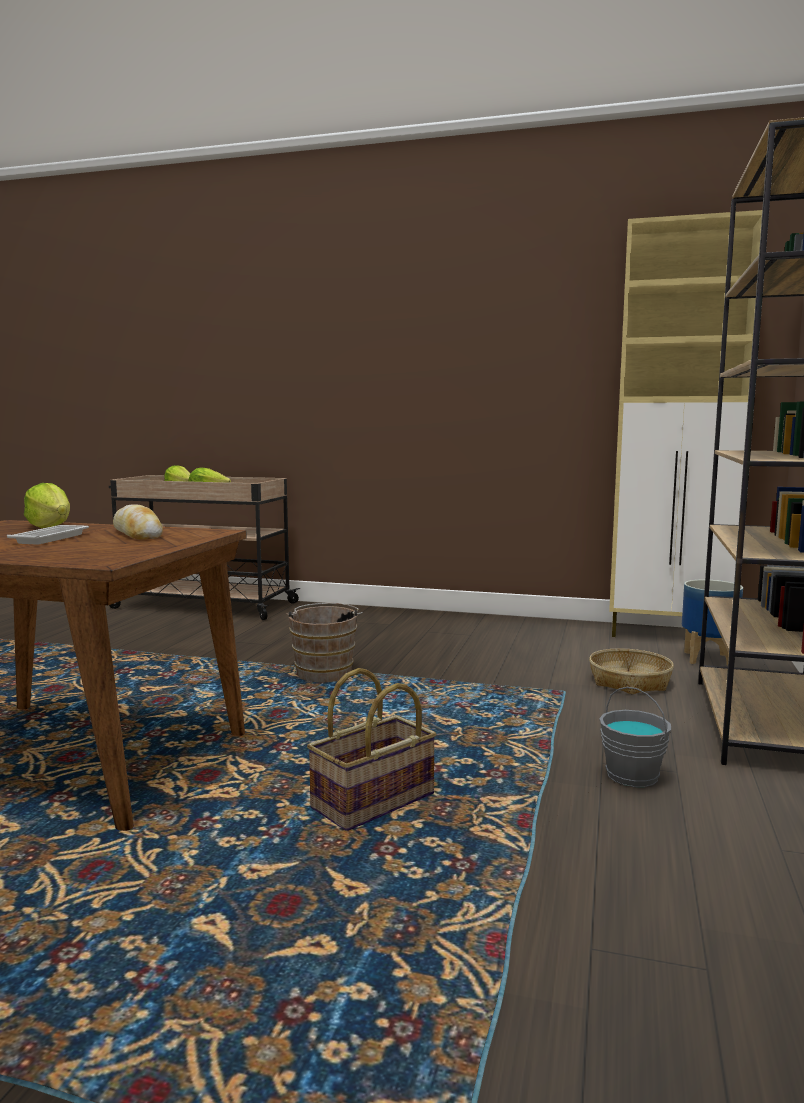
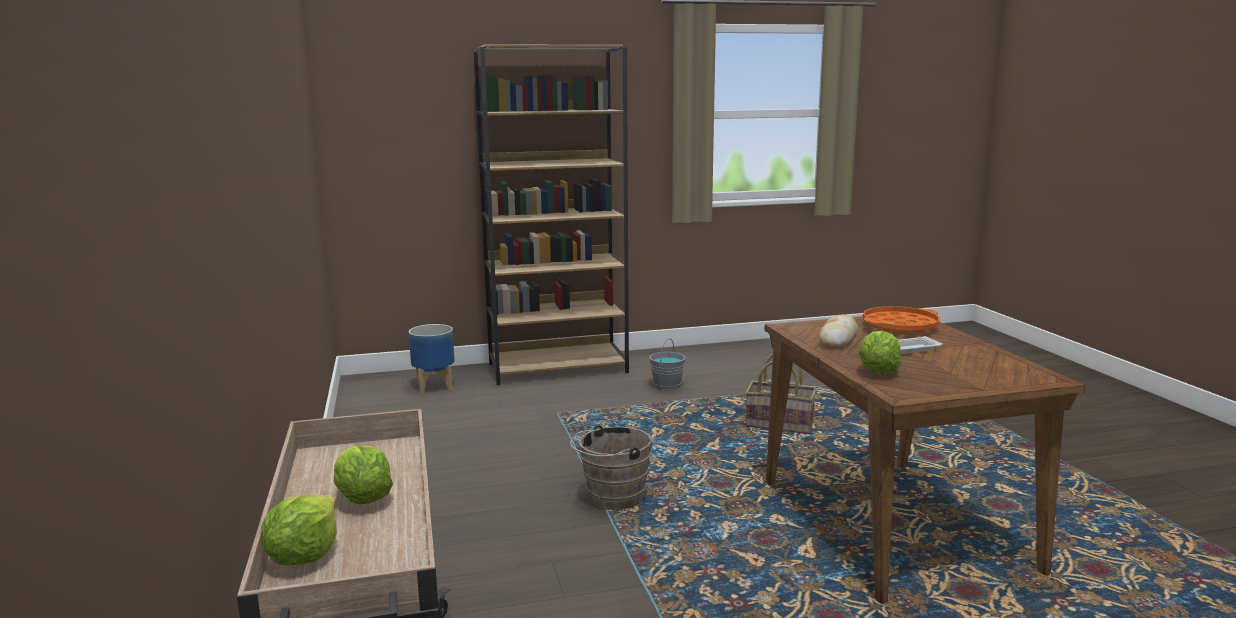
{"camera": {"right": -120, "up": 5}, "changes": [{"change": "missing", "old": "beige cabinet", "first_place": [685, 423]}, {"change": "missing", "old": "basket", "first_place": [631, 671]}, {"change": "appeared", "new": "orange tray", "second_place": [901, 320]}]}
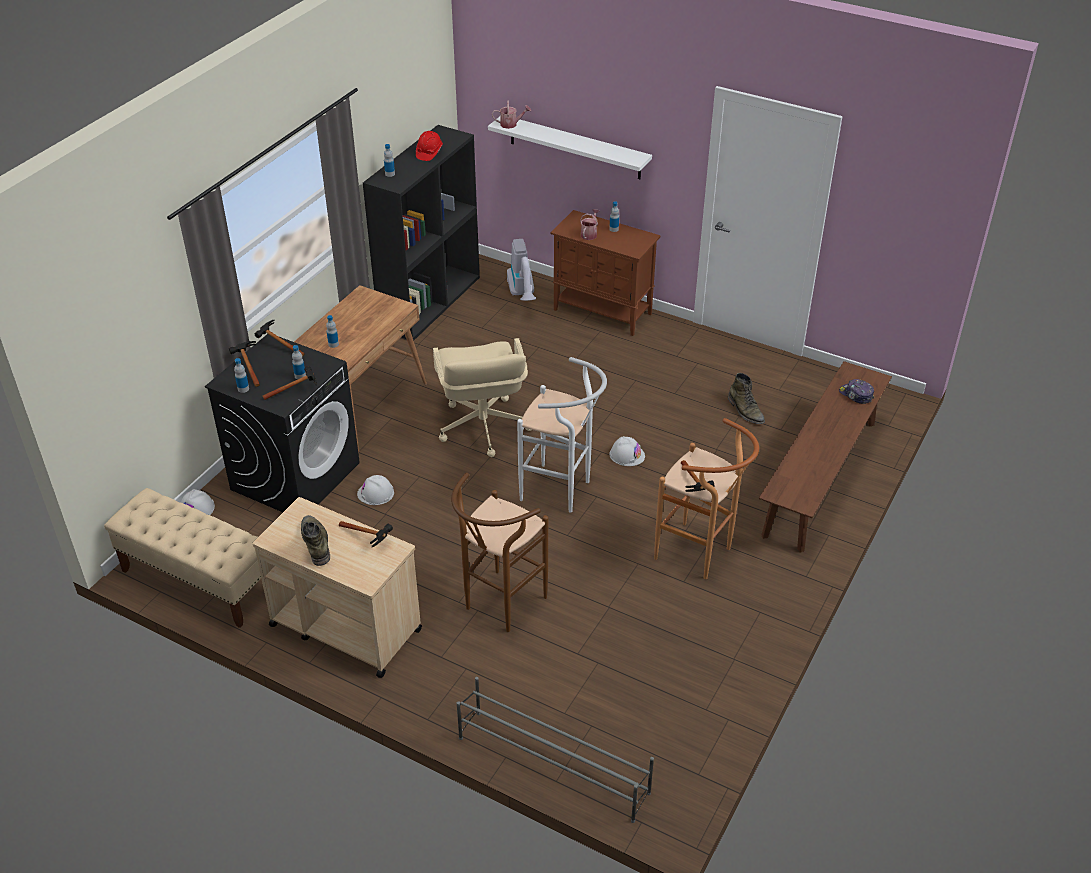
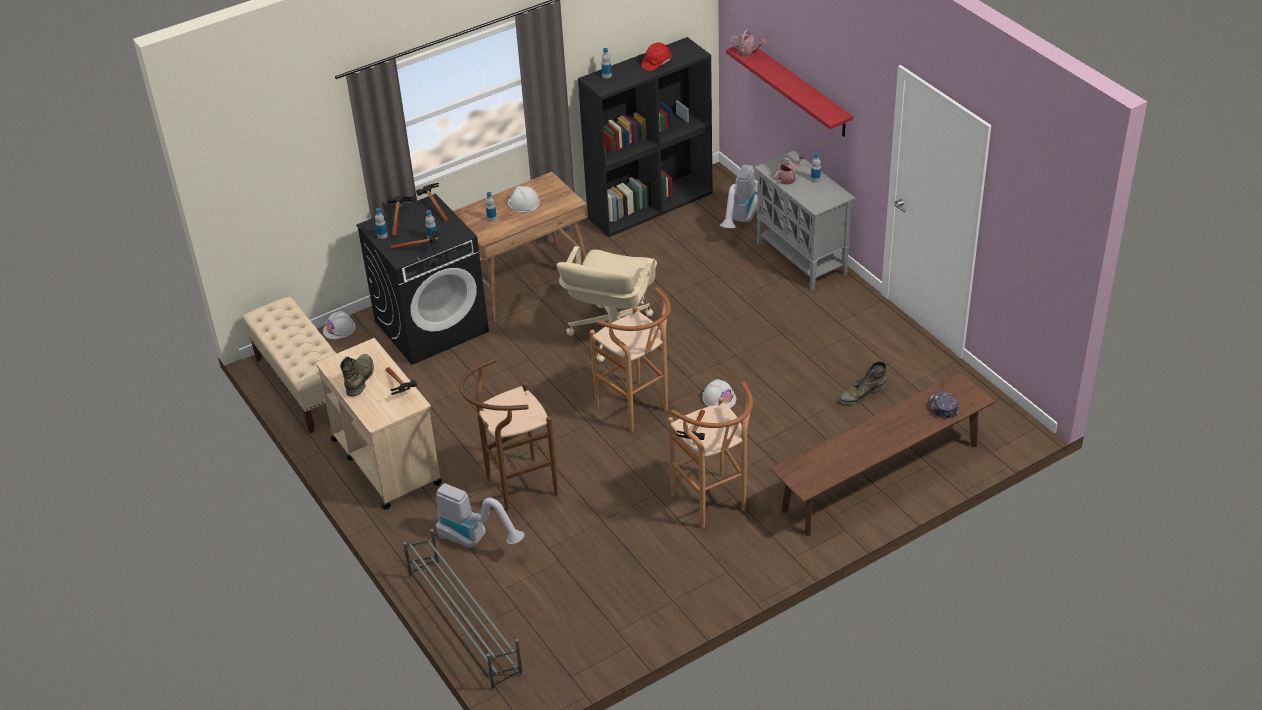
{"camera": {"right": 30, "up": 0}, "changes": [{"change": "colour", "old": "white shelf", "new": "red shelf", "first_place": [570, 147], "second_place": [789, 91]}, {"change": "colour", "old": "brown cabinet", "new": "grey cabinet", "first_place": [606, 273], "second_place": [804, 220]}, {"change": "colour", "old": "white stool", "new": "brown stool", "first_place": [562, 434], "second_place": [630, 359]}, {"change": "spun", "old": "green boot", "first_place": [746, 398], "second_place": [862, 383], "degrees": 60}, {"change": "relocated", "old": "white hard hat", "first_place": [375, 490], "second_place": [524, 199]}, {"change": "appeared", "new": "vacuum cleaner", "second_place": [480, 515]}]}
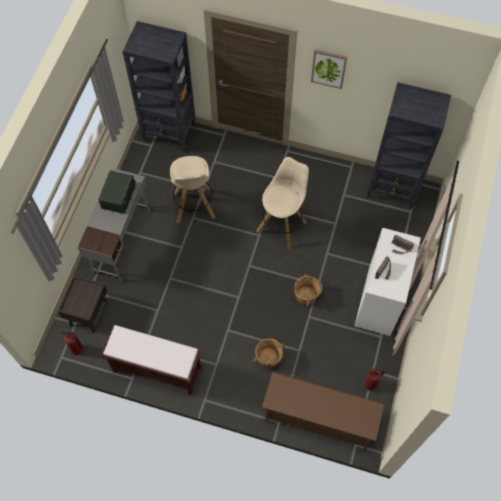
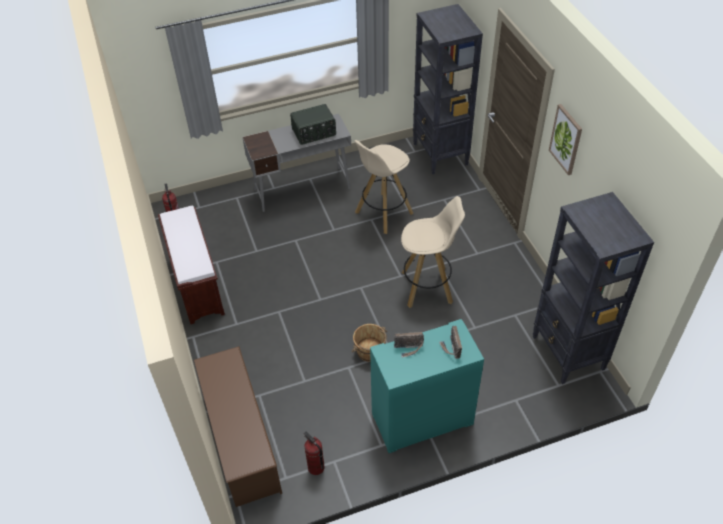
{"camera": {"right": 55, "up": -15}, "changes": [{"change": "colour", "old": "white cabinet", "new": "turquoise cabinet", "first_place": [388, 282], "second_place": [427, 386]}, {"change": "missing", "old": "brown nightstand", "first_place": [83, 304]}, {"change": "missing", "old": "brown bucket", "first_place": [269, 353]}]}
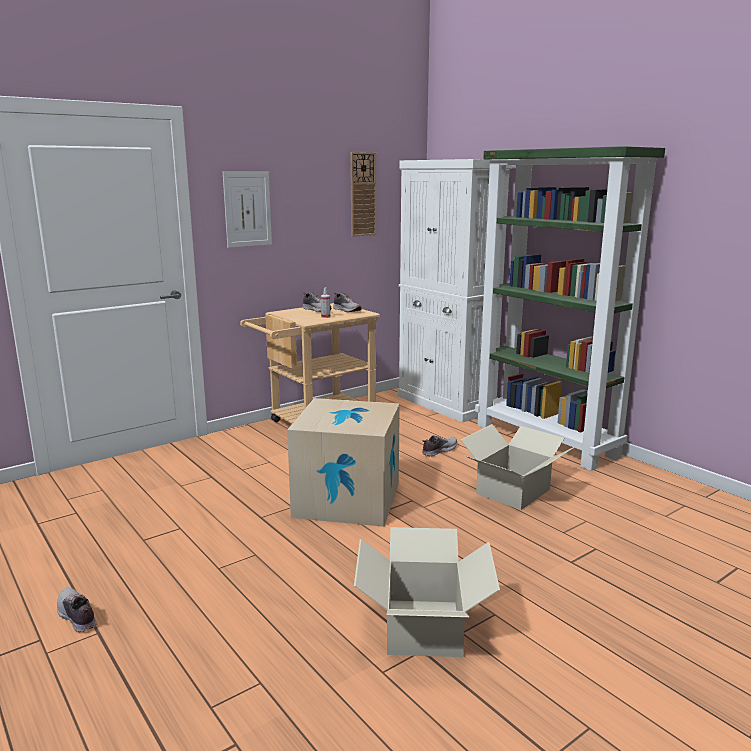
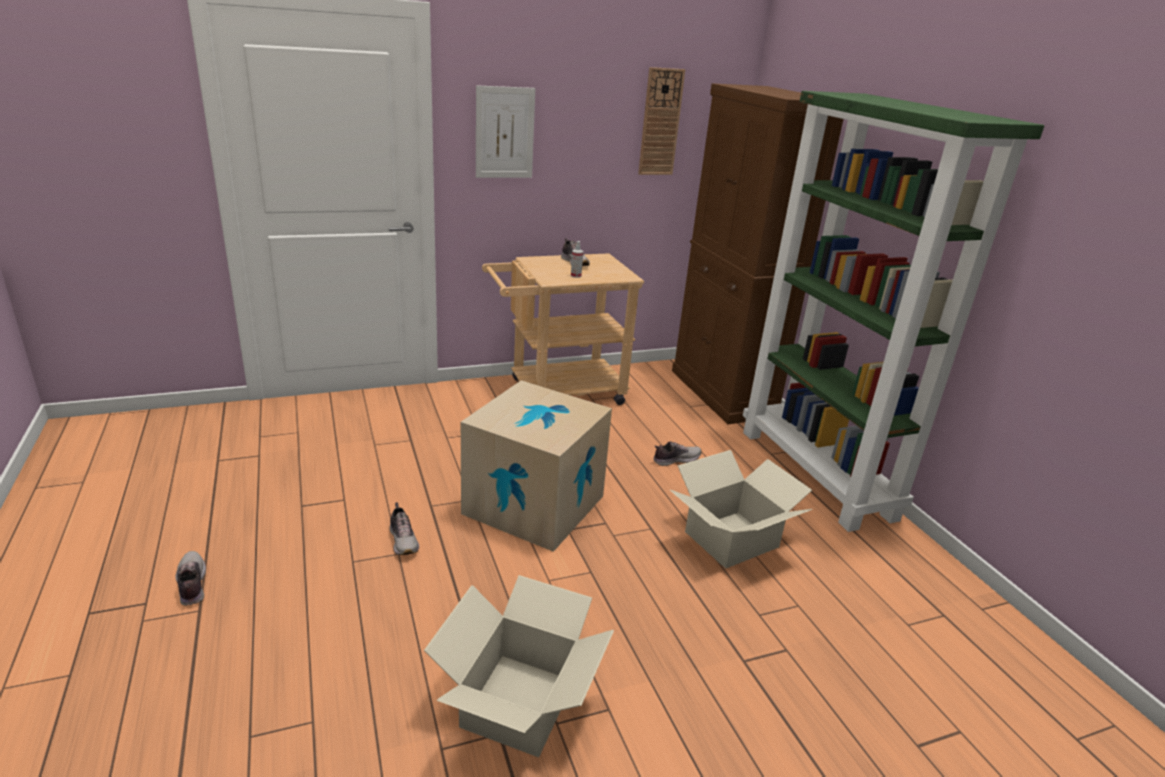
{"camera": {"right": 15, "up": 10}, "changes": [{"change": "colour", "old": "white cabinet", "new": "brown cabinet", "first_place": [455, 291], "second_place": [757, 253]}, {"change": "relocated", "old": "shoe", "first_place": [347, 302], "second_place": [404, 528]}]}
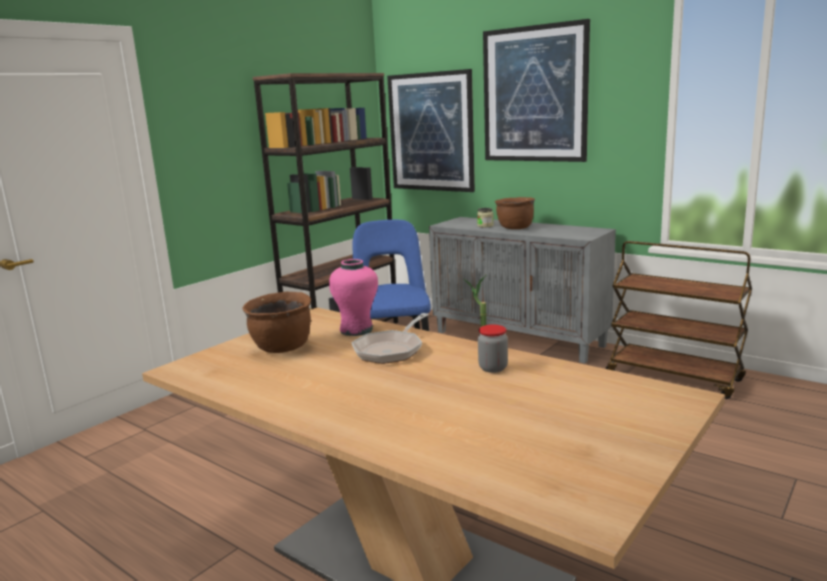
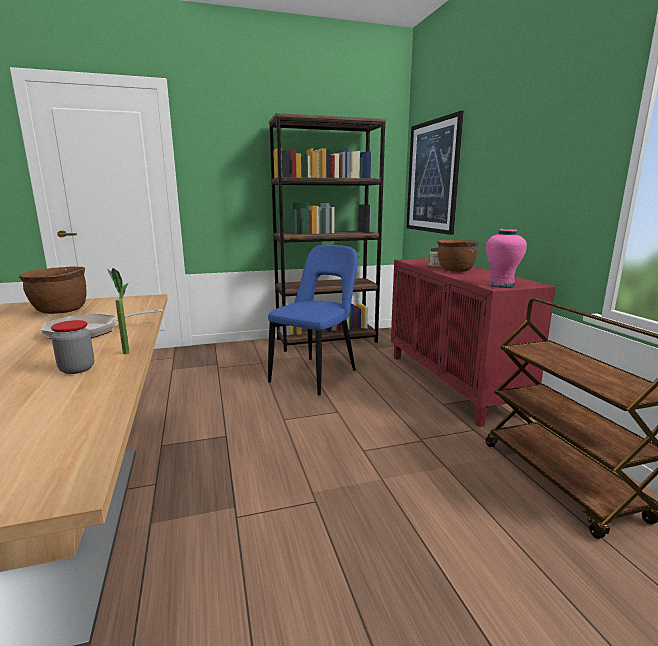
{"camera": {"right": 35, "up": 0}, "changes": [{"change": "missing", "old": "picture", "first_place": [536, 90]}, {"change": "colour", "old": "grey cabinet", "new": "red cabinet", "first_place": [522, 290], "second_place": [473, 342]}, {"change": "relocated", "old": "pink vase", "first_place": [353, 297], "second_place": [506, 258]}]}
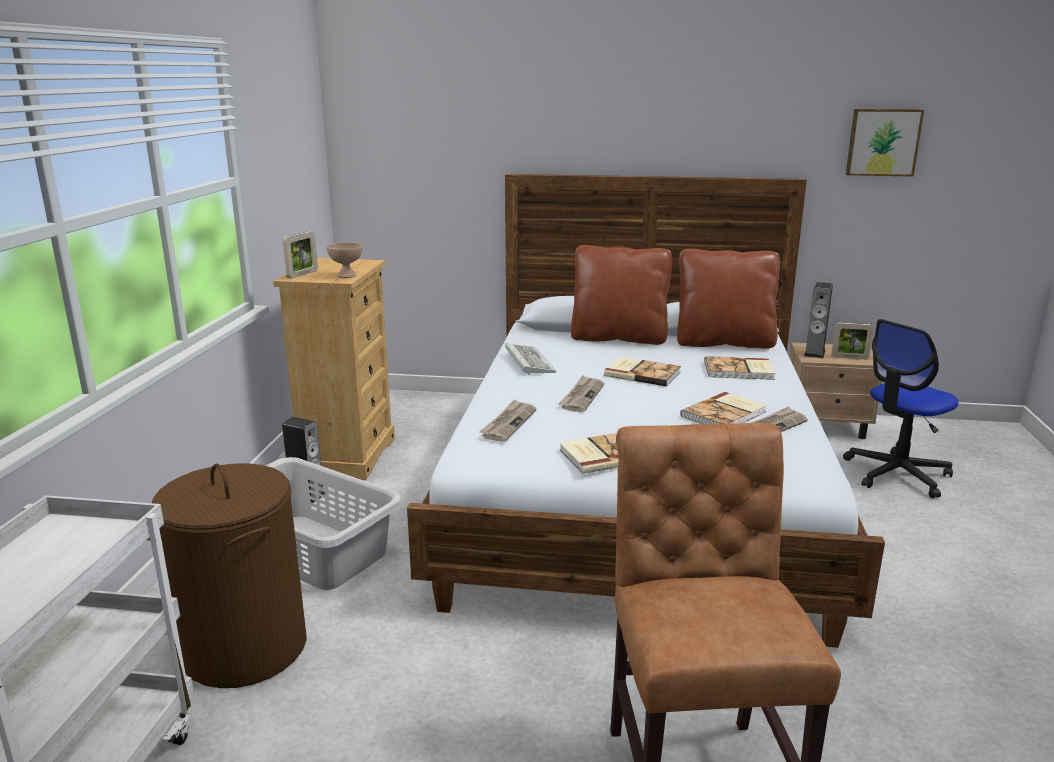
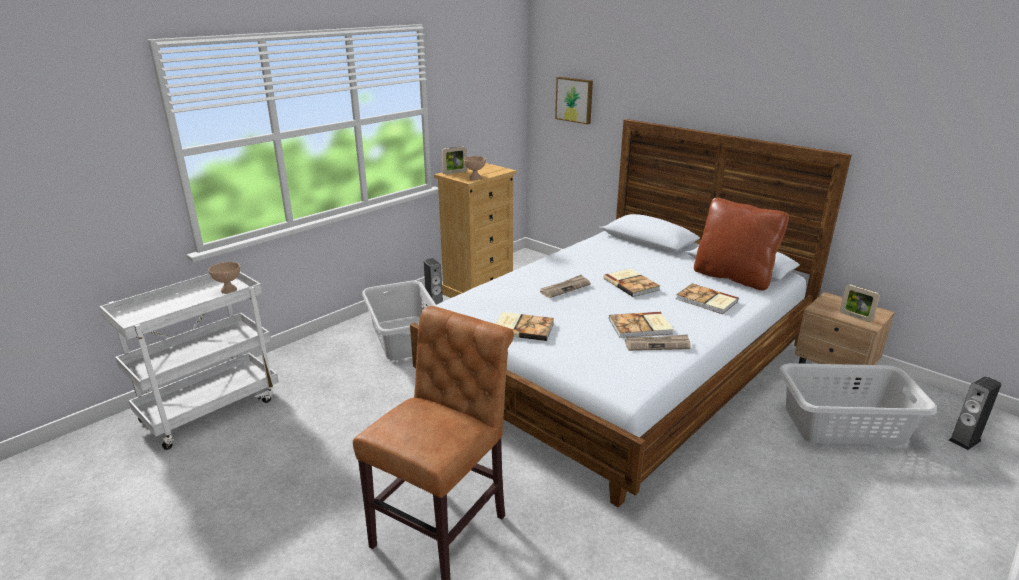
{"camera": {"right": 35, "up": 5}, "changes": [{"change": "relocated", "old": "picture", "first_place": [885, 142], "second_place": [574, 100]}, {"change": "missing", "old": "brown pillow", "first_place": [621, 295]}, {"change": "relocated", "old": "speaker", "first_place": [818, 320], "second_place": [975, 413]}, {"change": "exchanged", "old": "office chair", "new": "grey laundry basket", "first_place": [901, 408], "second_place": [857, 404]}, {"change": "missing", "old": "keyboard", "first_place": [530, 359]}, {"change": "missing", "old": "newspaper", "first_place": [508, 420]}, {"change": "missing", "old": "brown laundry basket", "first_place": [229, 575]}, {"change": "appeared", "new": "beige bowl", "second_place": [224, 278]}]}
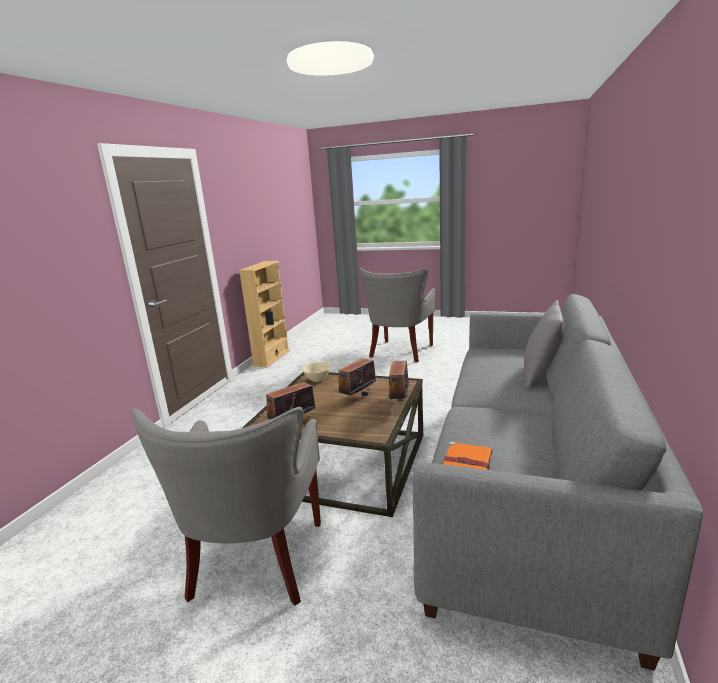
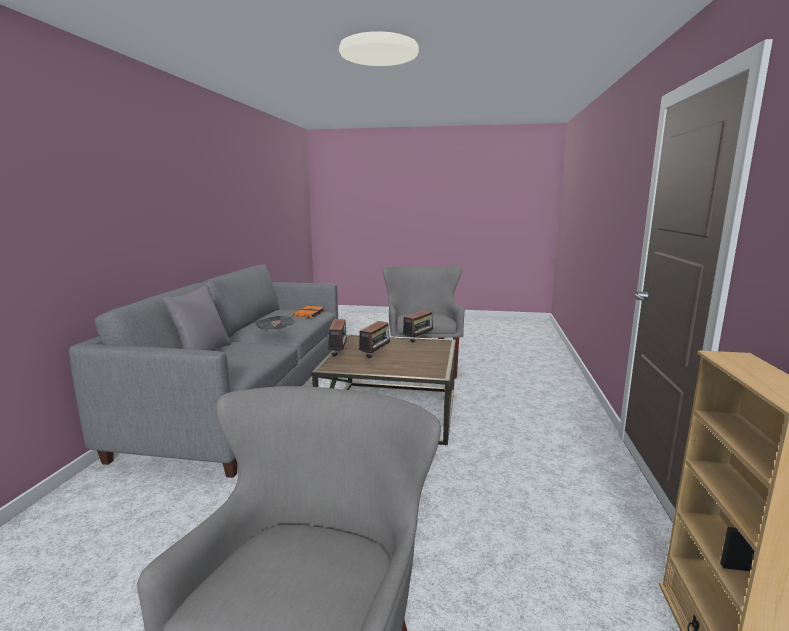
{"camera": {"right": 170, "up": -5}, "changes": [{"change": "missing", "old": "beige bowl", "first_place": [316, 372]}, {"change": "appeared", "new": "newspaper", "second_place": [274, 322]}]}
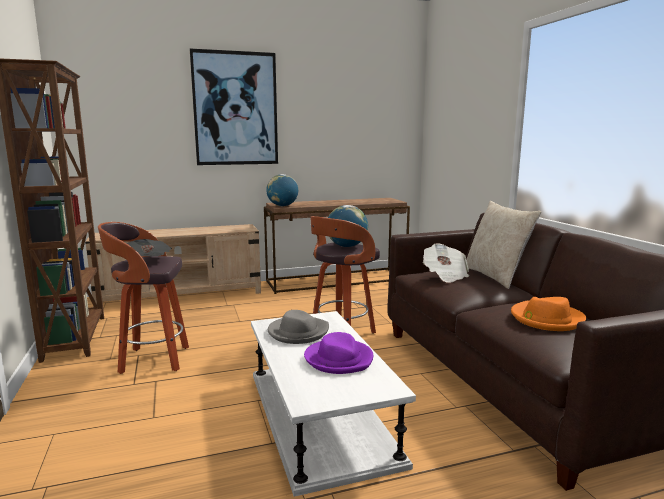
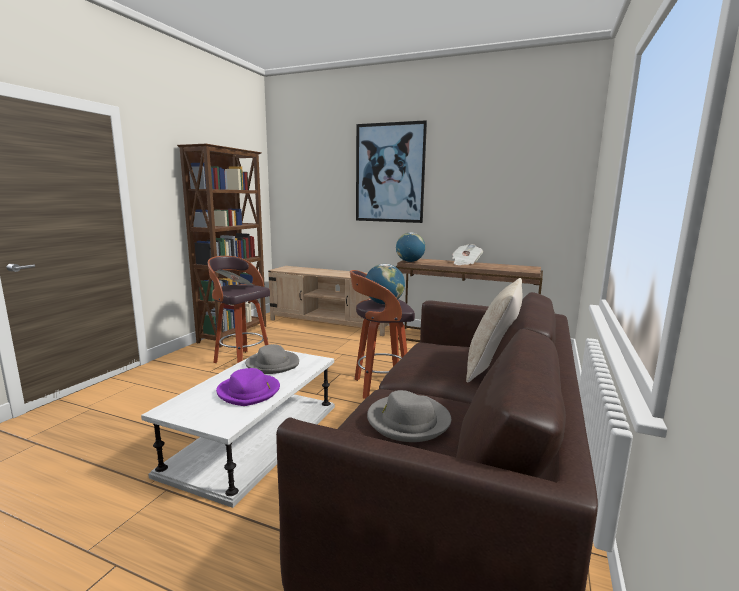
{"camera": {"right": 40, "up": 0}, "changes": [{"change": "relocated", "old": "newspaper", "first_place": [446, 263], "second_place": [467, 254]}, {"change": "colour", "old": "orange hat", "new": "grey hat", "first_place": [548, 314], "second_place": [409, 416]}]}
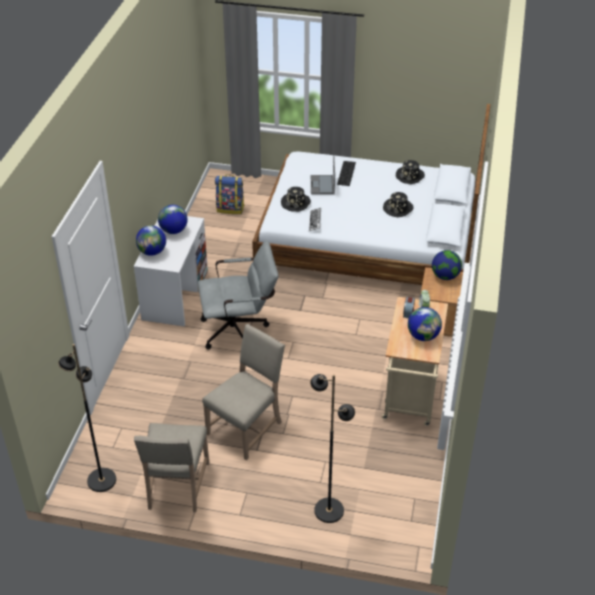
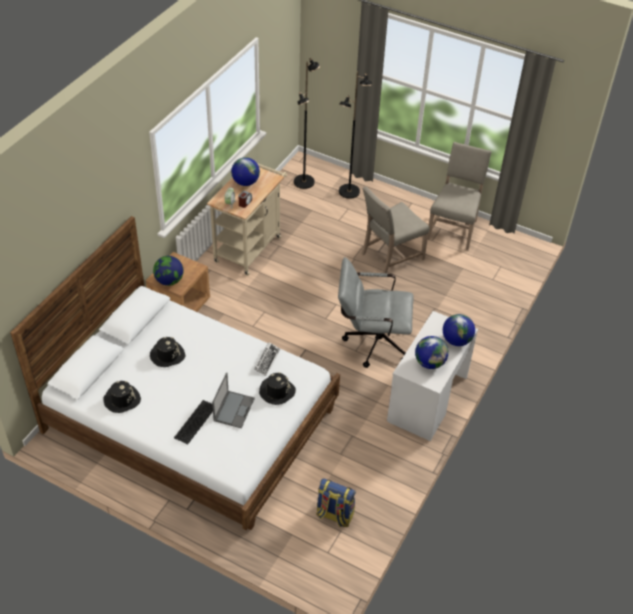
{"camera": {"right": -165, "up": 5}, "changes": [{"change": "relocated", "old": "black floor lamp", "first_place": [87, 418], "second_place": [307, 123]}]}
